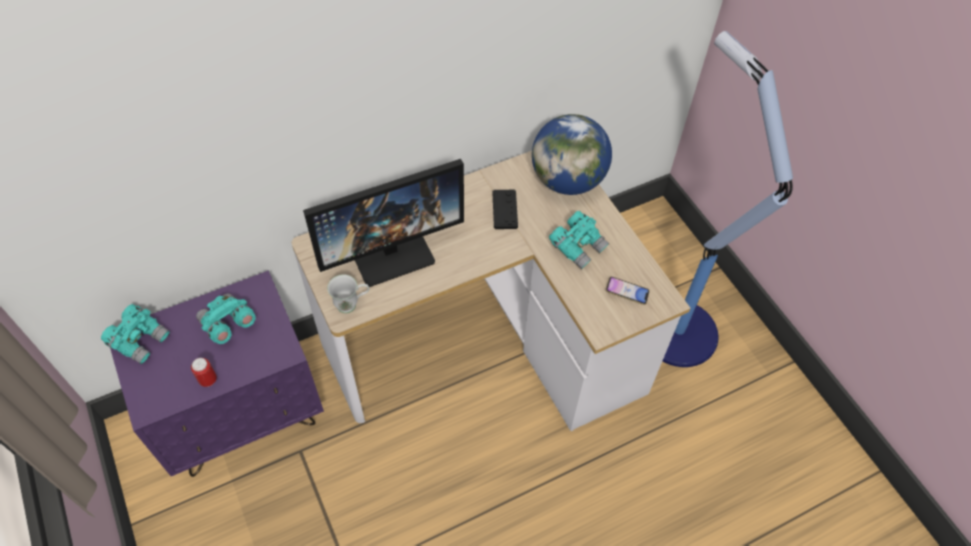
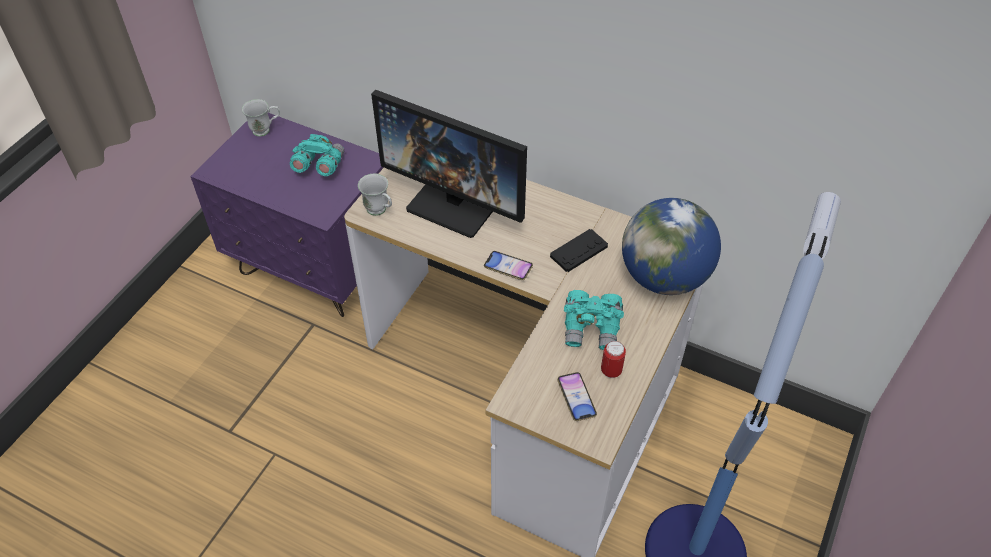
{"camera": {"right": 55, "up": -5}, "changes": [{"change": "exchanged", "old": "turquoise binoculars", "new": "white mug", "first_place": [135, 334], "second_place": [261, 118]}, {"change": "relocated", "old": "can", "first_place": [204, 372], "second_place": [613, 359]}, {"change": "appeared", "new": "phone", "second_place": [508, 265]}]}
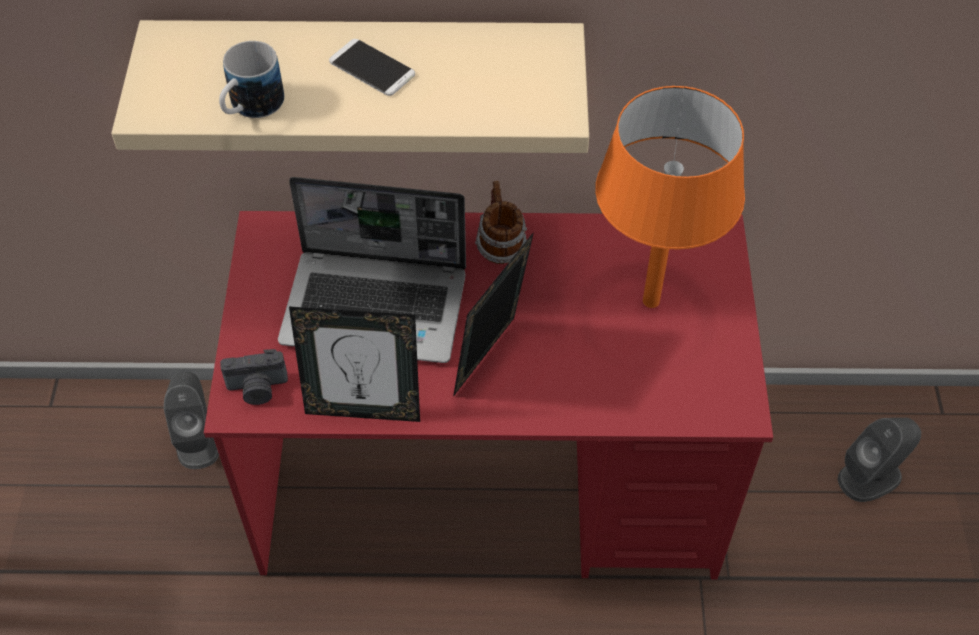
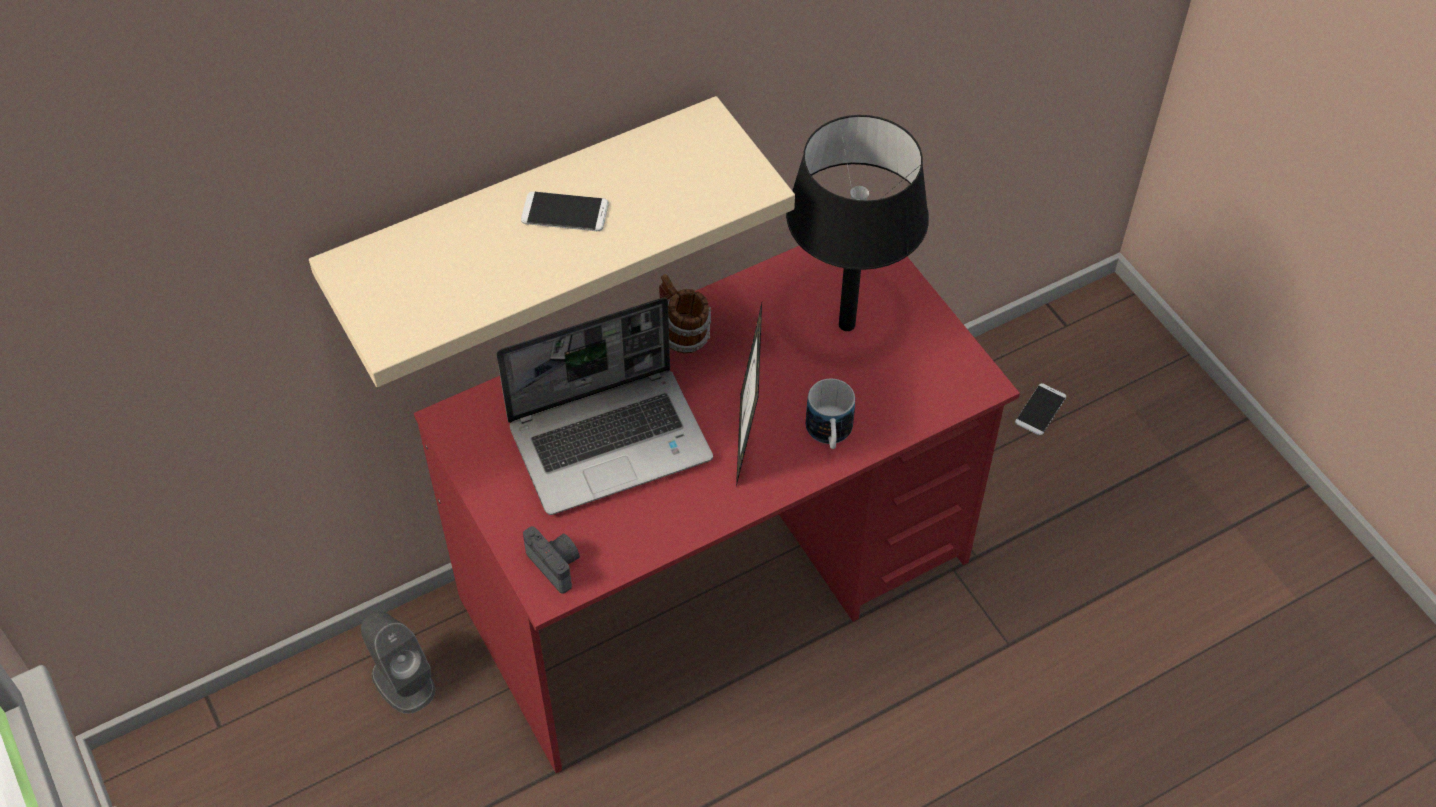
{"camera": {"right": -30, "up": 0}, "changes": [{"change": "relocated", "old": "mug", "first_place": [251, 79], "second_place": [830, 413]}, {"change": "colour", "old": "orange table lamp", "new": "black table lamp", "first_place": [670, 197], "second_place": [857, 223]}, {"change": "missing", "old": "picture frame", "first_place": [354, 364]}, {"change": "spun", "old": "photo camera", "first_place": [254, 377], "second_place": [551, 560], "degrees": -90}, {"change": "exchanged", "old": "grey speaker", "new": "phone", "first_place": [879, 460], "second_place": [1040, 409]}]}
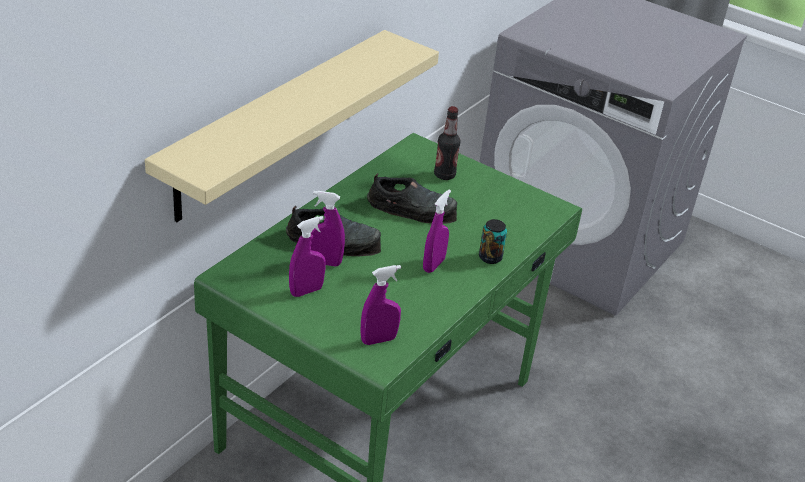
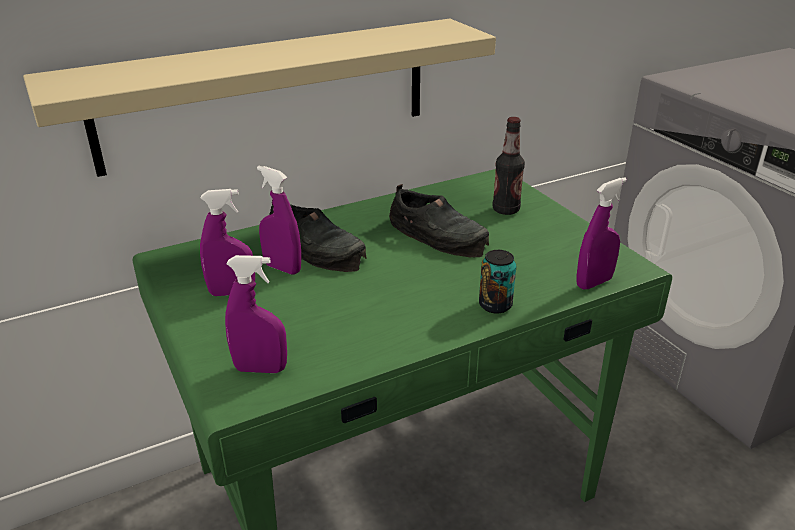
{"camera": {"right": 30, "up": -5}, "changes": [{"change": "relocated", "old": "purple spray bottle", "first_place": [437, 231], "second_place": [602, 233]}]}
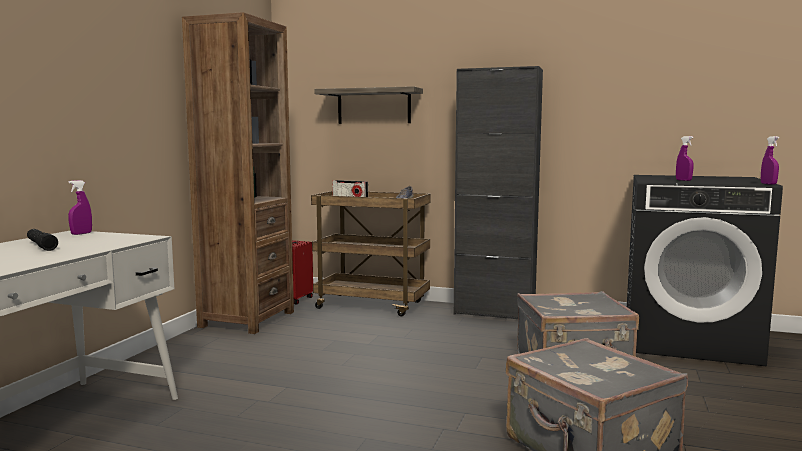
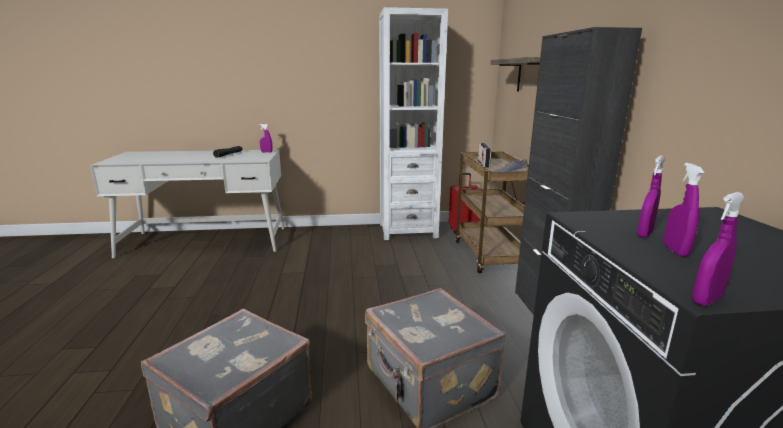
{"camera": {"right": 65, "up": 10}, "changes": [{"change": "colour", "old": "brown bookcase", "new": "white bookcase", "first_place": [238, 173], "second_place": [413, 123]}, {"change": "appeared", "new": "purple spray bottle", "second_place": [684, 210]}]}
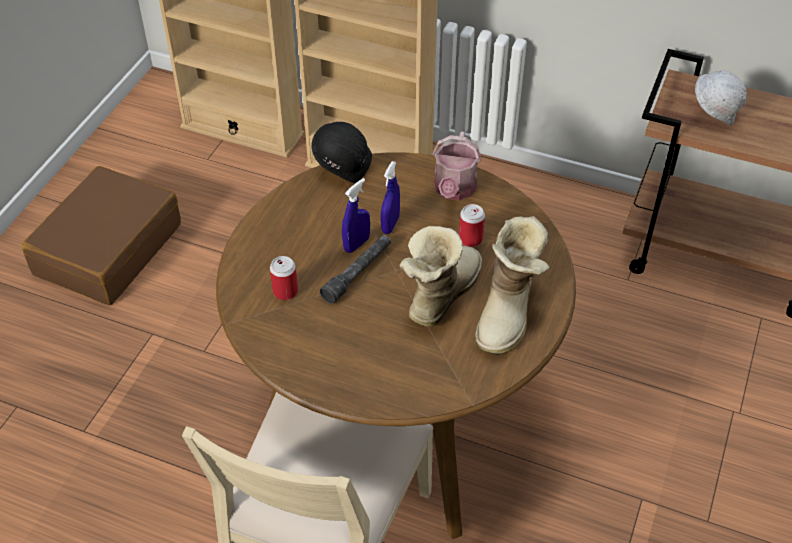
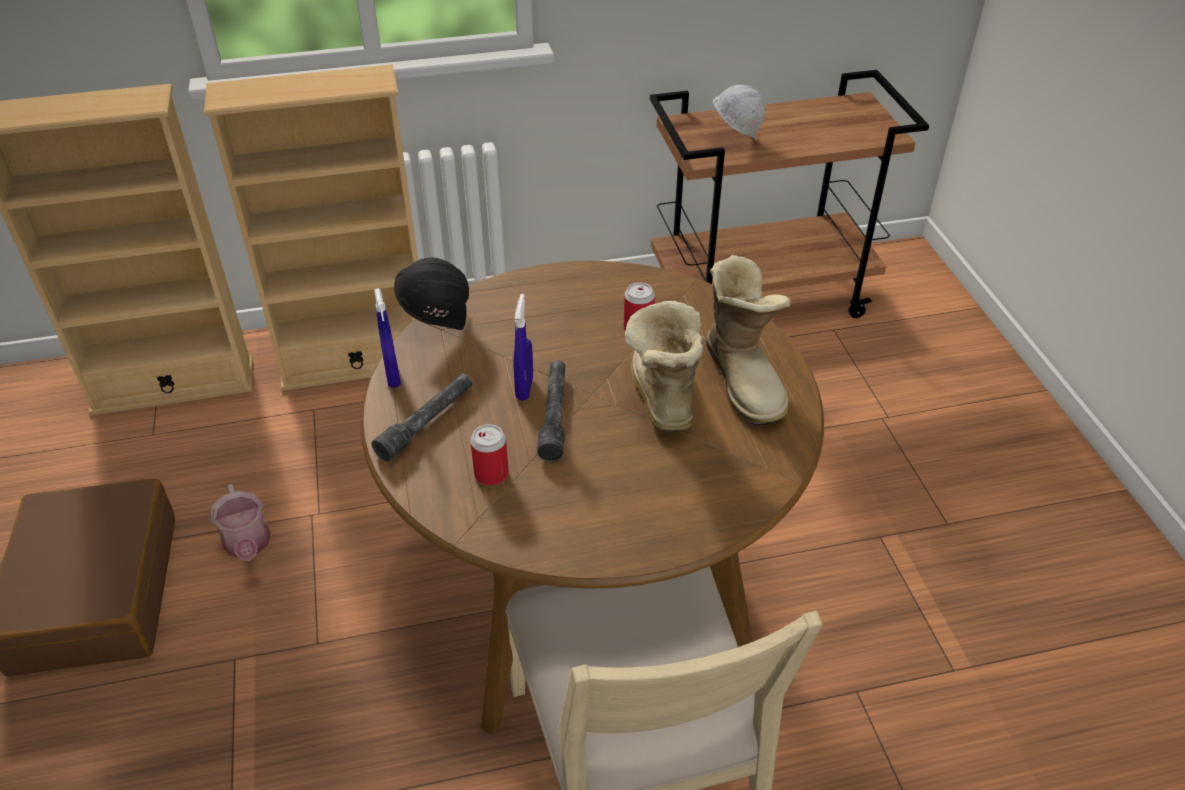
{"camera": {"right": -35, "up": -5}, "changes": [{"change": "relocated", "old": "watering can", "first_place": [457, 166], "second_place": [240, 522]}, {"change": "relocated", "old": "blue spray bottle", "first_place": [390, 197], "second_place": [387, 338]}, {"change": "appeared", "new": "grey flashlight", "second_place": [421, 418]}]}
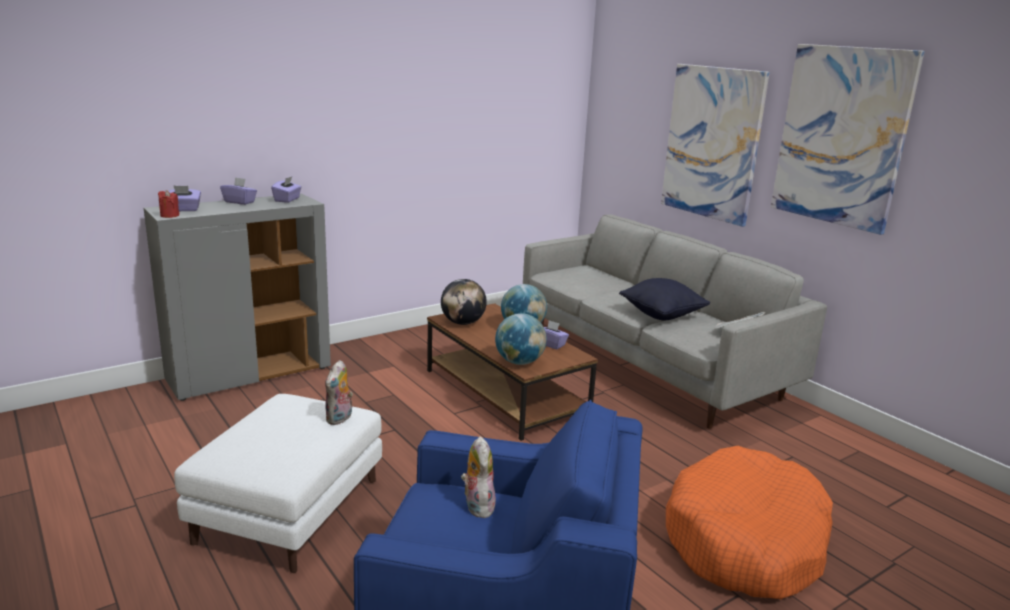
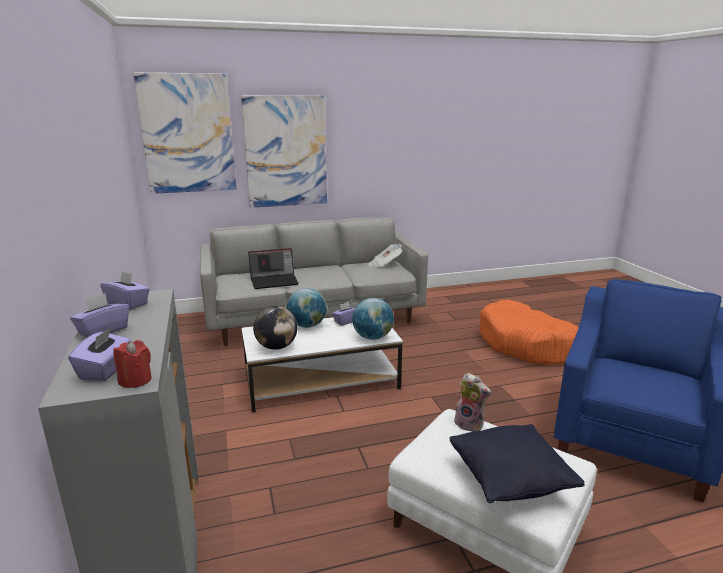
{"camera": {"right": -70, "up": 0}, "changes": [{"change": "relocated", "old": "picture", "first_place": [848, 139], "second_place": [184, 133]}, {"change": "relocated", "old": "black pillow", "first_place": [664, 299], "second_place": [517, 463]}, {"change": "colour", "old": "brown coffee table", "new": "white coffee table", "first_place": [512, 372], "second_place": [322, 364]}, {"change": "missing", "old": "plush toy", "first_place": [478, 477]}, {"change": "appeared", "new": "laptop", "second_place": [273, 268]}]}
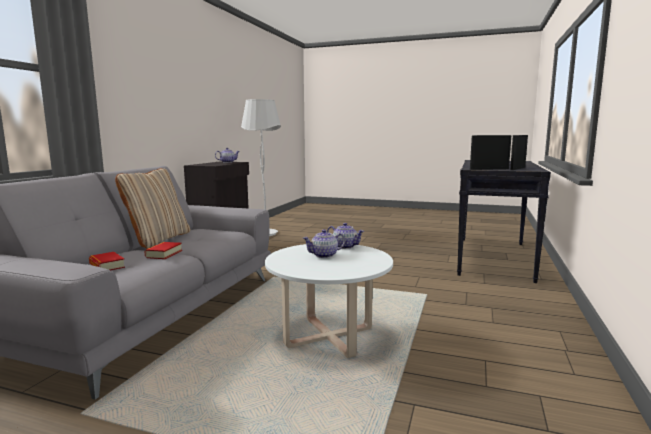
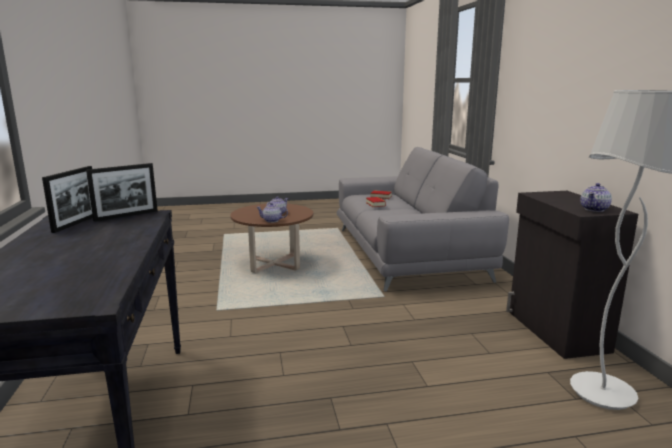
{"camera": {"right": 150, "up": 5}, "changes": [{"change": "missing", "old": "beige pillow", "first_place": [153, 208]}, {"change": "colour", "old": "white coffee table", "new": "brown coffee table", "first_place": [329, 301], "second_place": [271, 238]}]}
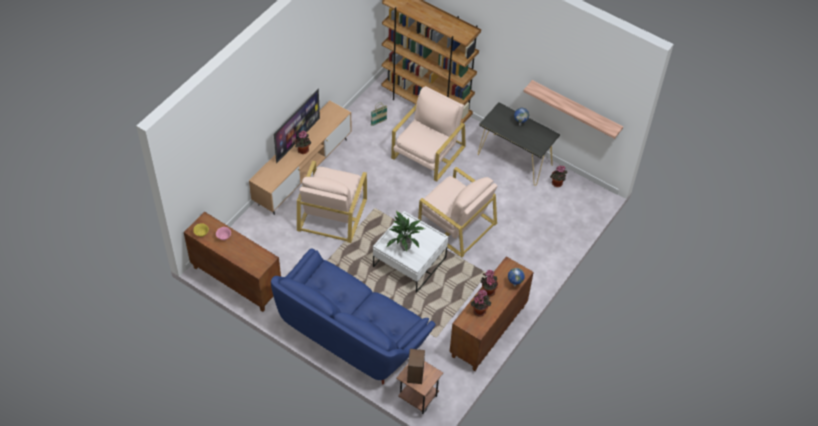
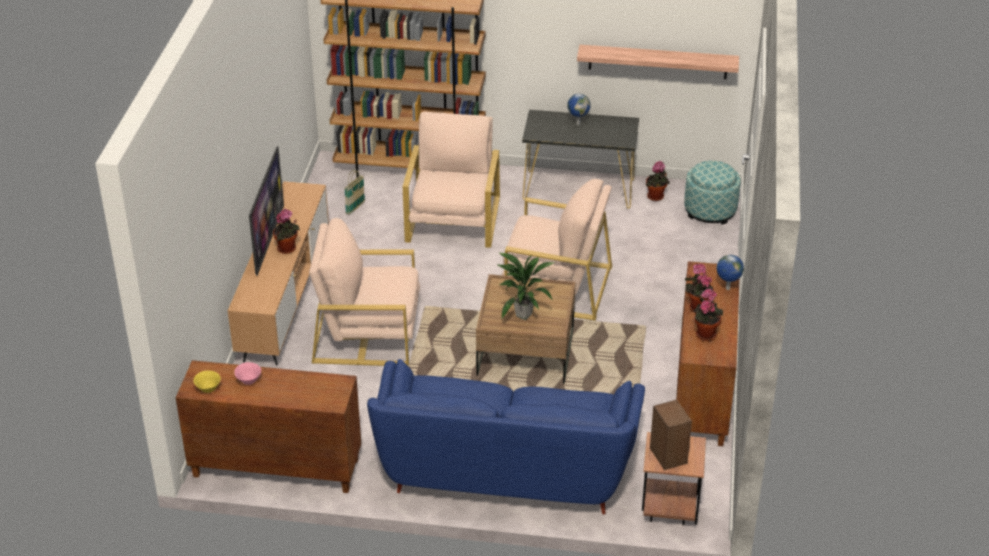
{"camera": {"right": -25, "up": -15}, "changes": [{"change": "spun", "old": "beige armchair", "first_place": [332, 202], "second_place": [364, 292], "degrees": 105}, {"change": "colour", "old": "white coffee table", "new": "brown coffee table", "first_place": [410, 252], "second_place": [526, 329]}, {"change": "appeared", "new": "ottoman", "second_place": [712, 193]}]}
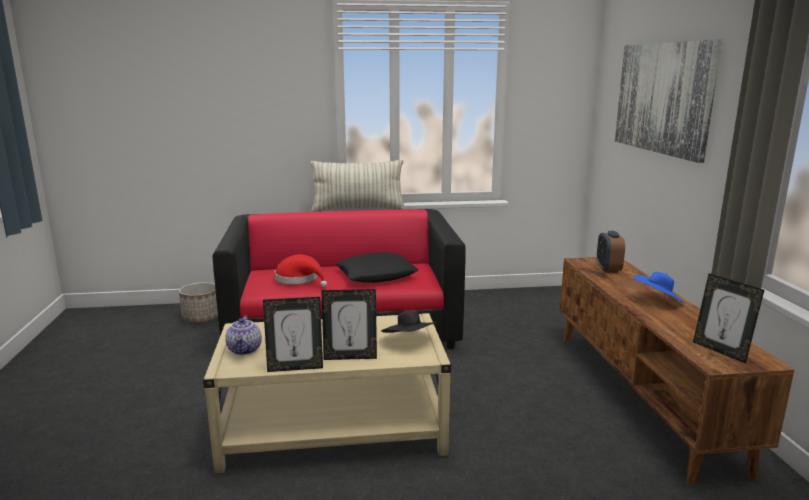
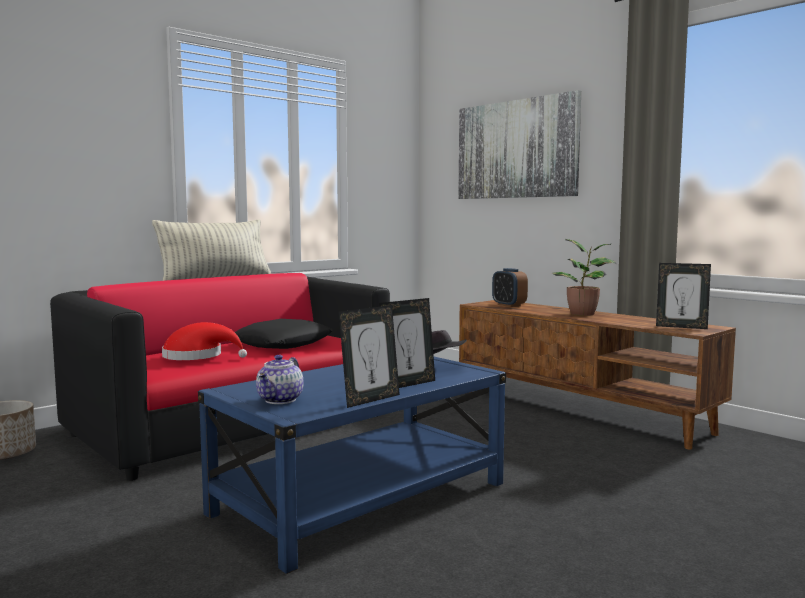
{"camera": {"right": -35, "up": -10}, "changes": [{"change": "exchanged", "old": "blue hat", "new": "potted plant", "first_place": [659, 287], "second_place": [584, 277]}, {"change": "colour", "old": "beige coffee table", "new": "blue coffee table", "first_place": [327, 393], "second_place": [352, 465]}, {"change": "spun", "old": "teapot", "first_place": [243, 335], "second_place": [280, 379], "degrees": 60}]}
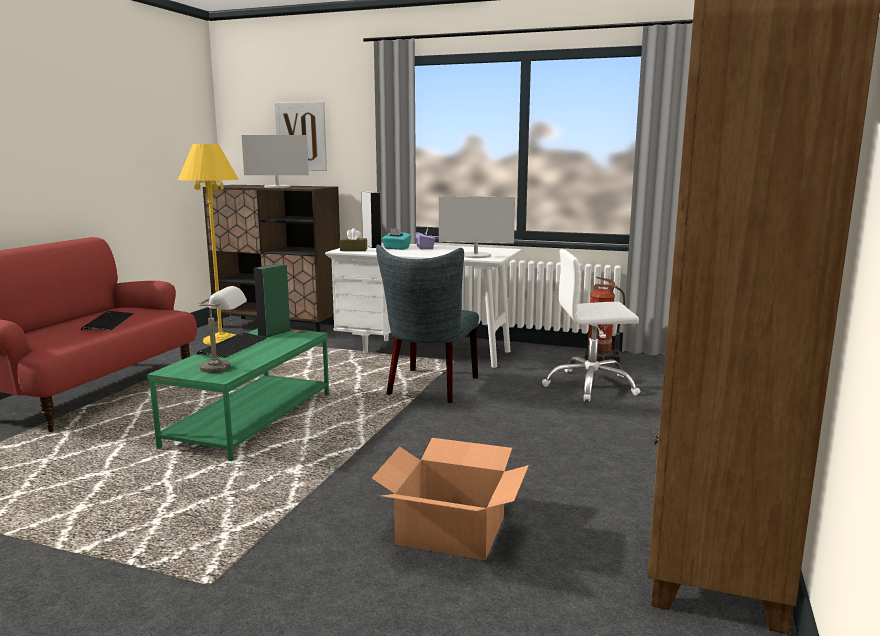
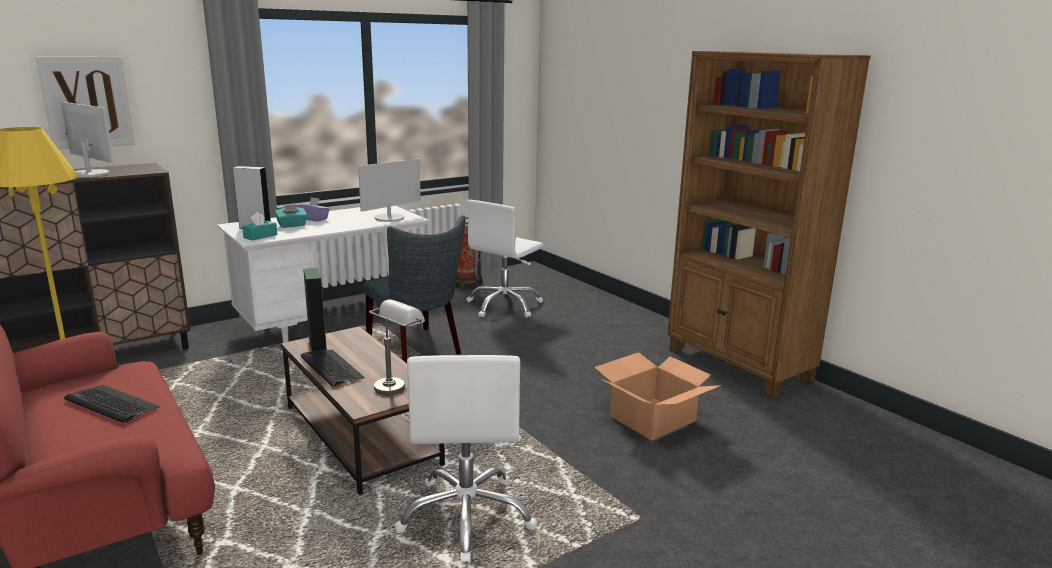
{"camera": {"right": -55, "up": 5}, "changes": [{"change": "spun", "old": "monitor", "first_place": [275, 161], "second_place": [87, 140], "degrees": -90}, {"change": "colour", "old": "brown tissue box", "new": "turquoise tissue box", "first_place": [353, 239], "second_place": [259, 226]}, {"change": "colour", "old": "green coffee table", "new": "brown coffee table", "first_place": [238, 394], "second_place": [363, 410]}, {"change": "appeared", "new": "white office chair", "second_place": [466, 459]}]}
